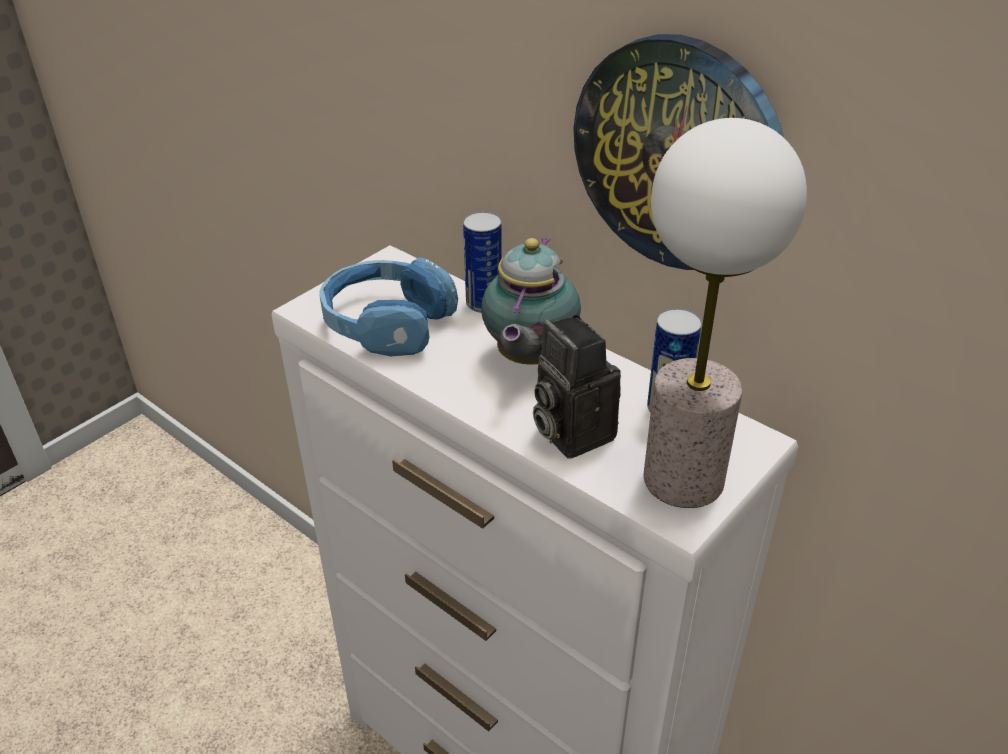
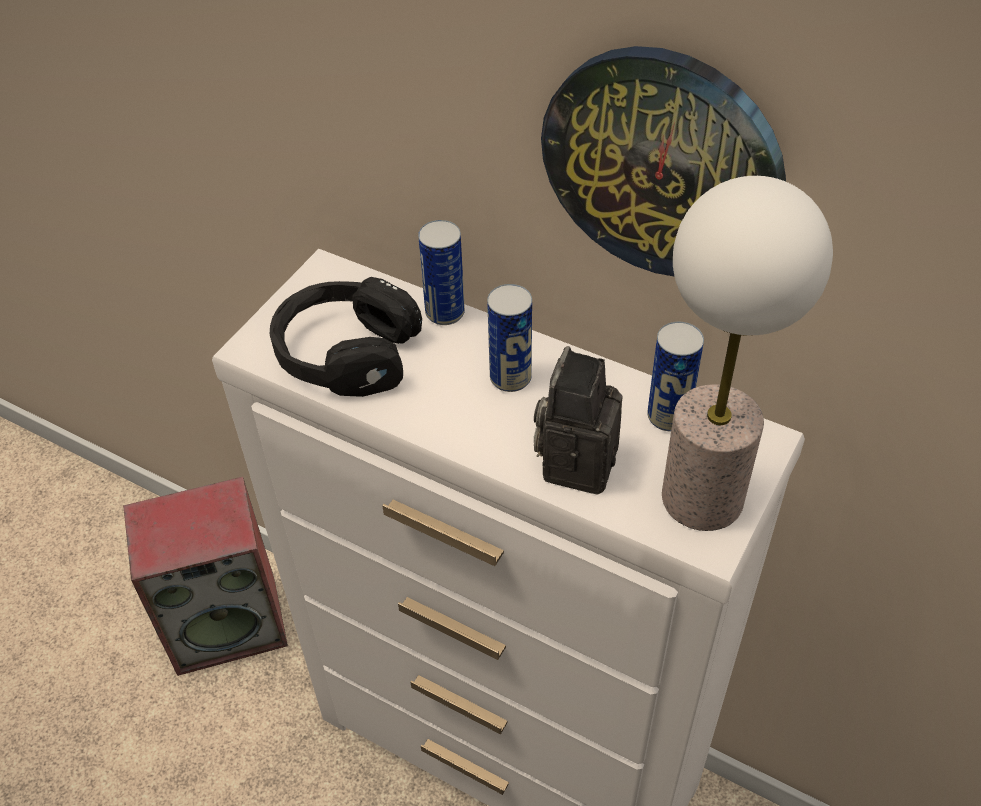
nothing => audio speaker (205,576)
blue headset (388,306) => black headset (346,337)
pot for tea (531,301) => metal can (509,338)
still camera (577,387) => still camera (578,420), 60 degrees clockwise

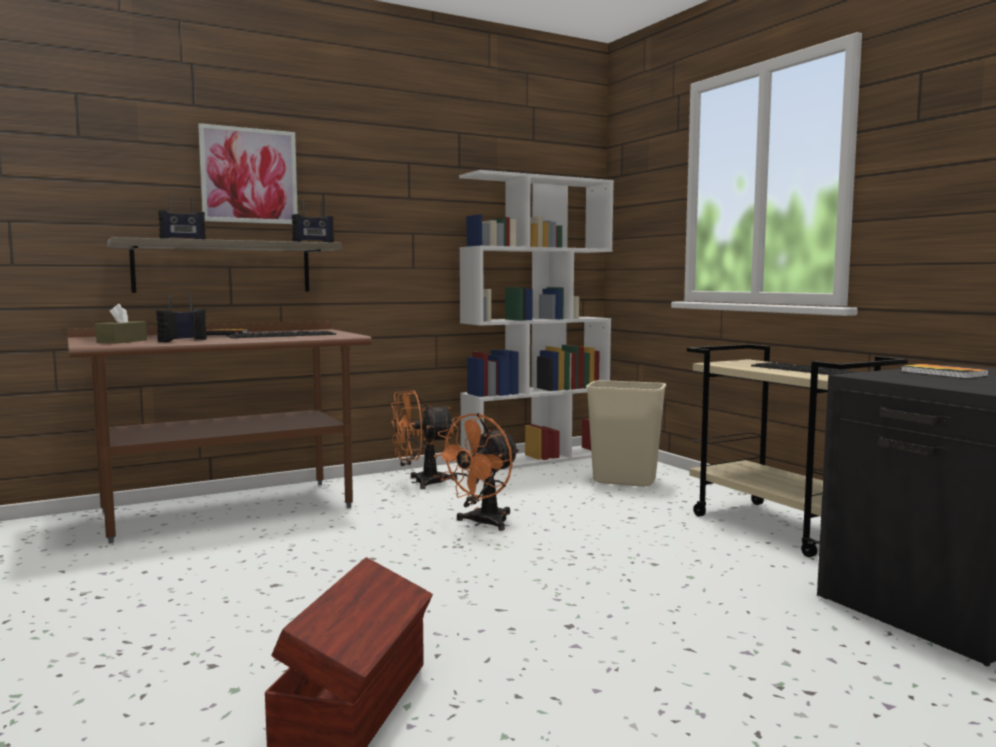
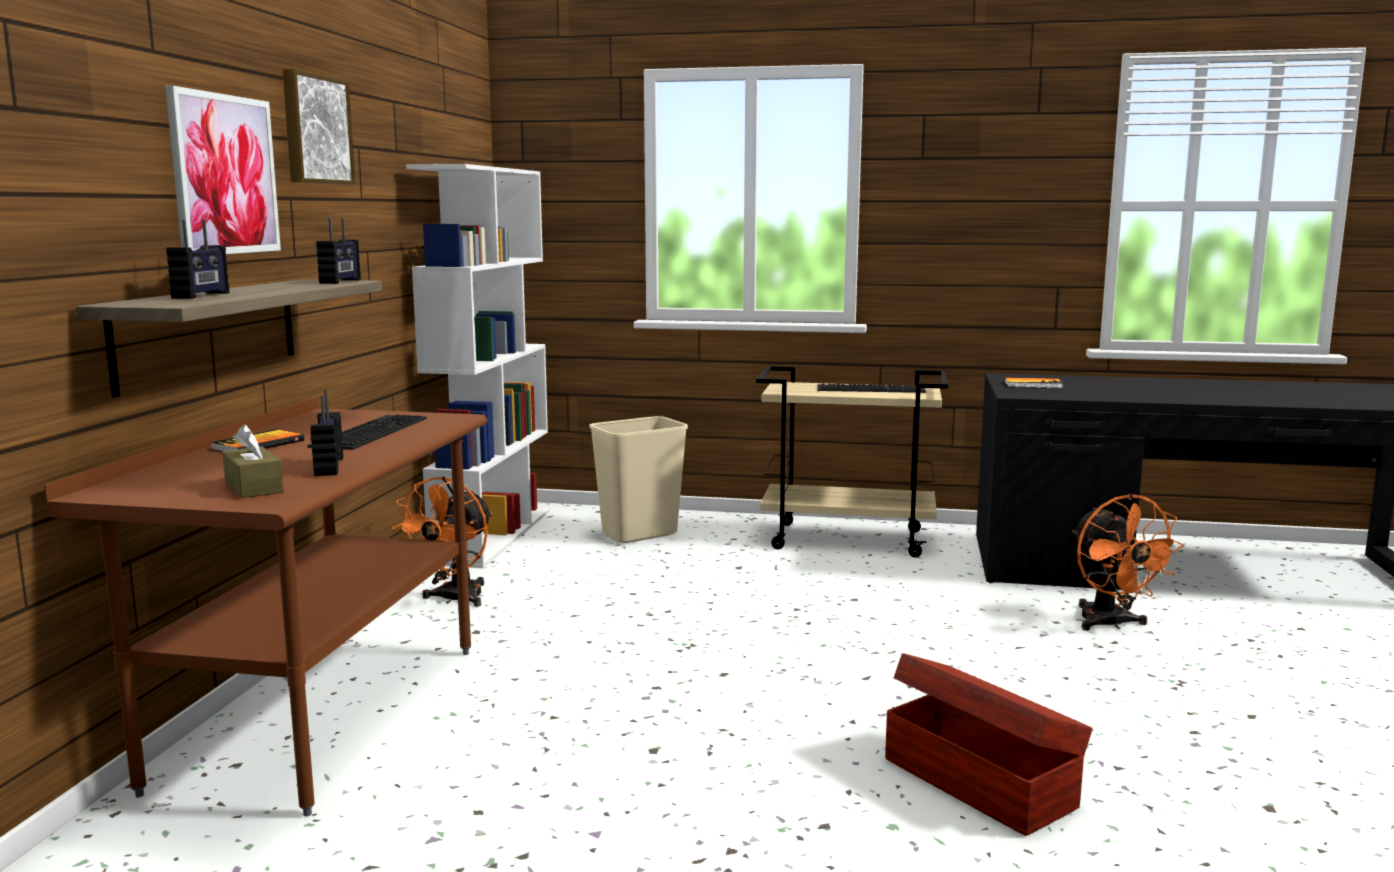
nothing => wall art (318,127)
orange-coloured fan (476,472) => orange-coloured fan (1128,562), move

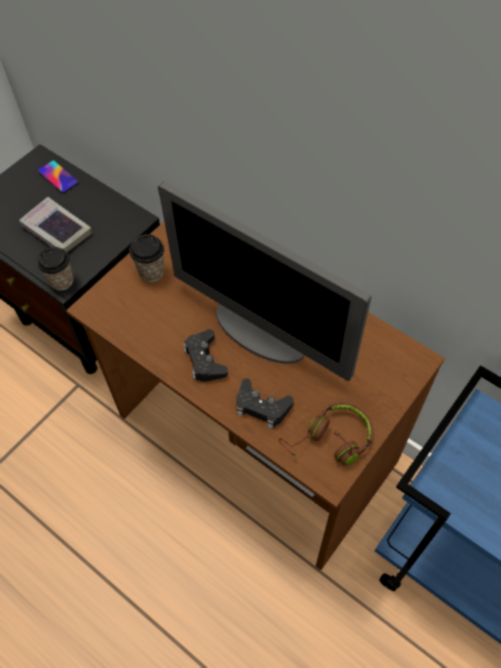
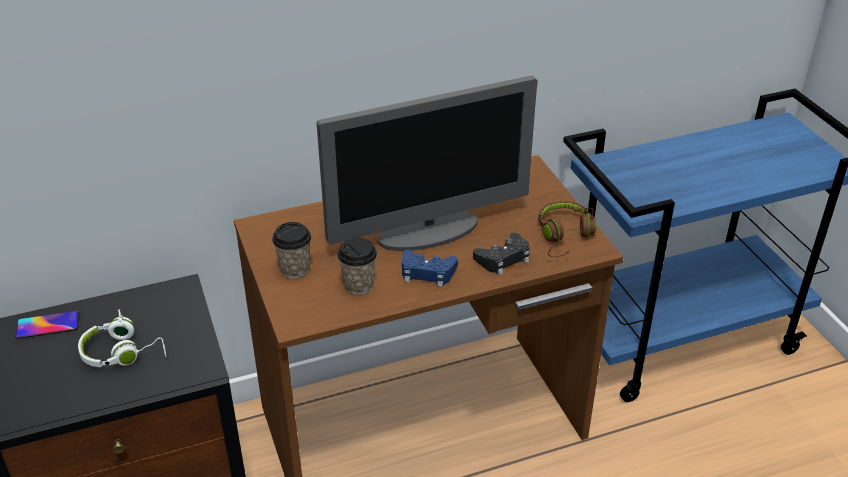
bound book (55,224) => whitish headset (122,338)
small cup (56,268) => small cup (357,266), move
black joypad (205,355) => blue joypad (430,268)

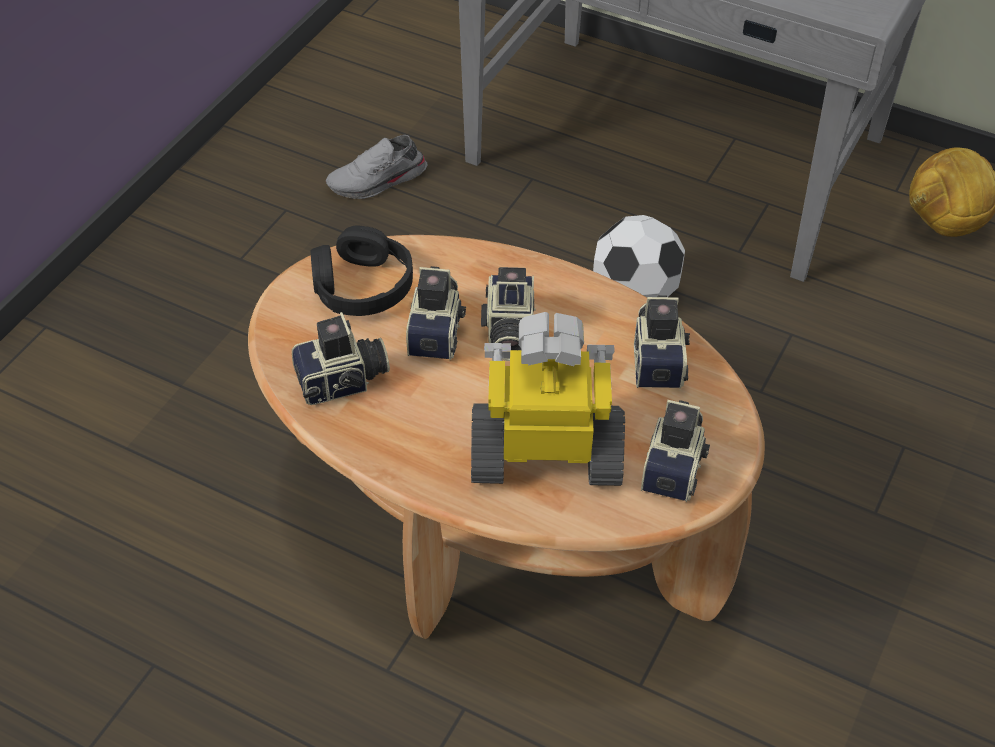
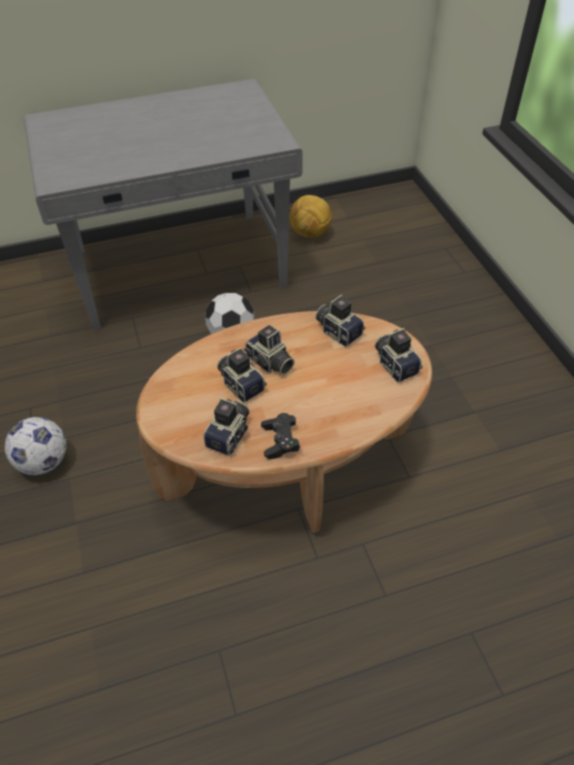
nothing => football ball (36,446)
nothing => black joypad (280,436)
black headset (361,271) => nothing
grey low shoe (377,167) => nothing
toy robot (548,399) => nothing

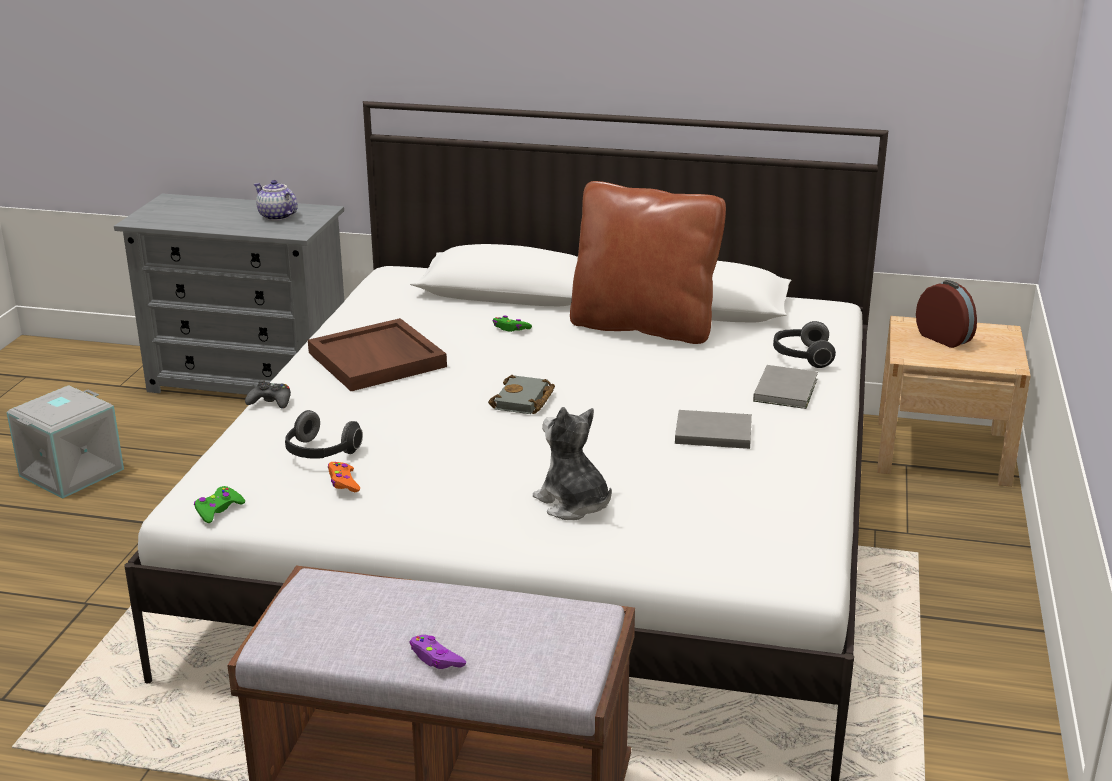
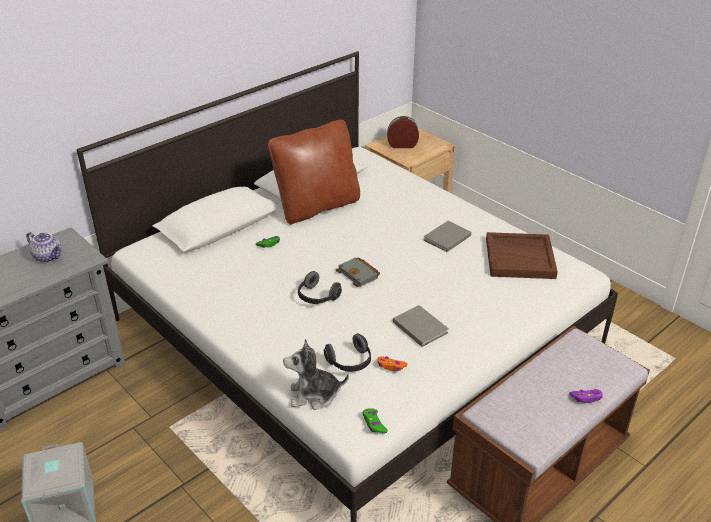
pot for tea (275,200) => pot for tea (43,247), 135 degrees counterclockwise
cuddly toy (572,463) => cuddly toy (316,374), move
headset (804,344) => headset (320,287), move
grey bound book (785,387) => grey bound book (421,326), move
brown-coloured tray (377,354) => brown-coloured tray (522,255), move
black joypad (268,394) => nothing

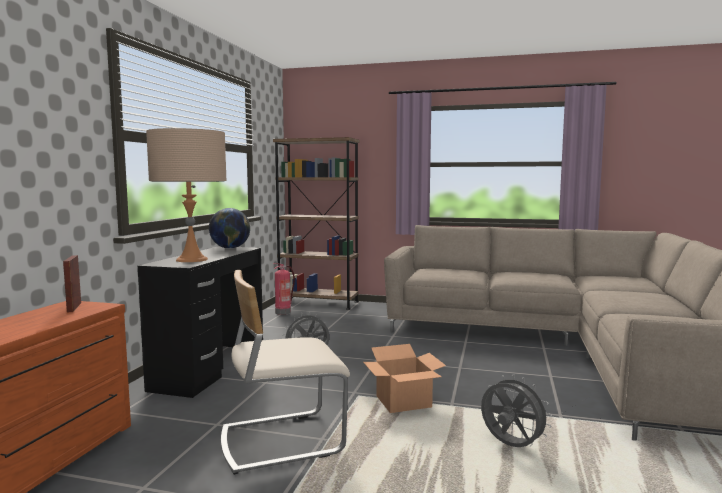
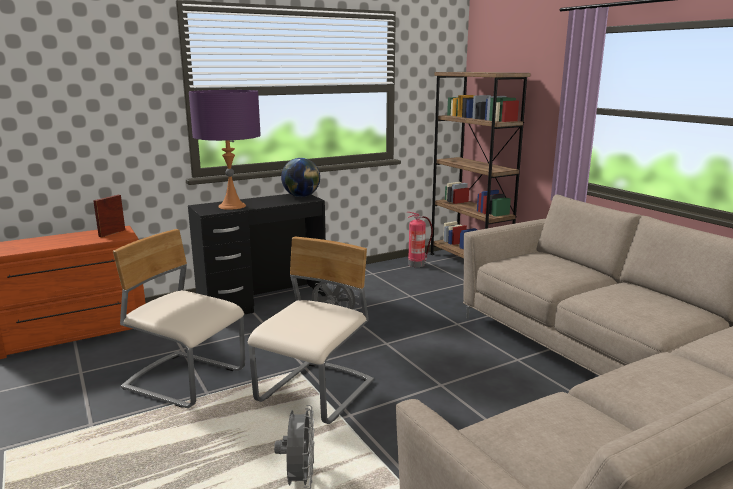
sand-coloured lamp for a table (186,195) => purple lamp for a table (225,150)
carton (404,378) => sand-coloured chair (311,330)

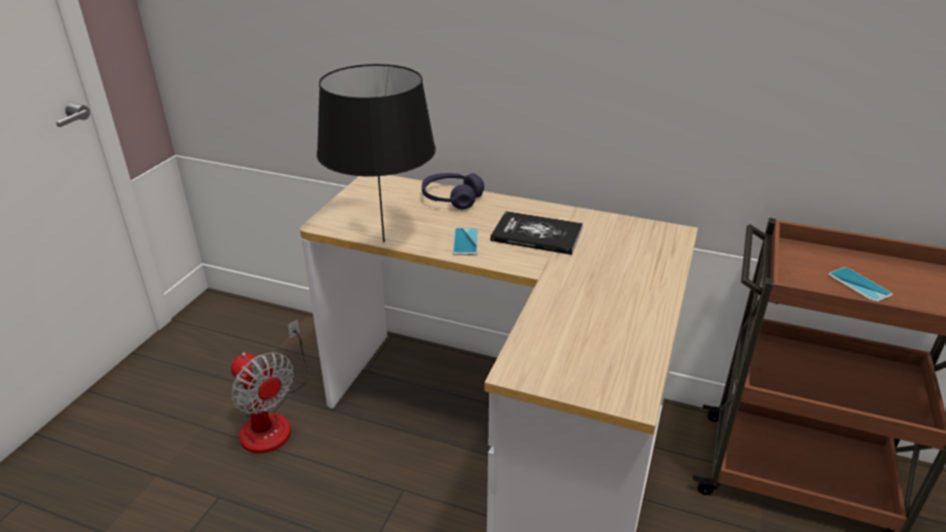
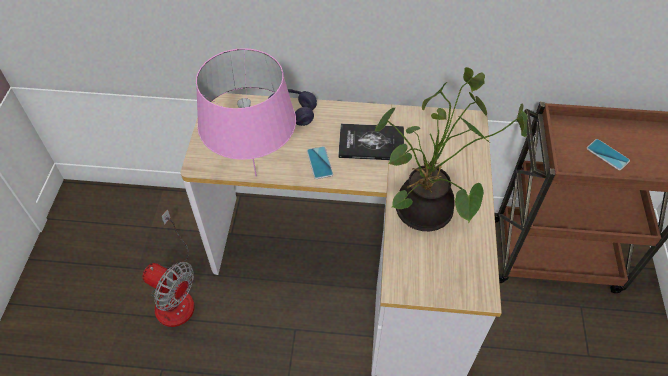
black lamp for a table (376,153) => pinkish lamp for a table (246,112)
nothing => plant in a pot (451,149)

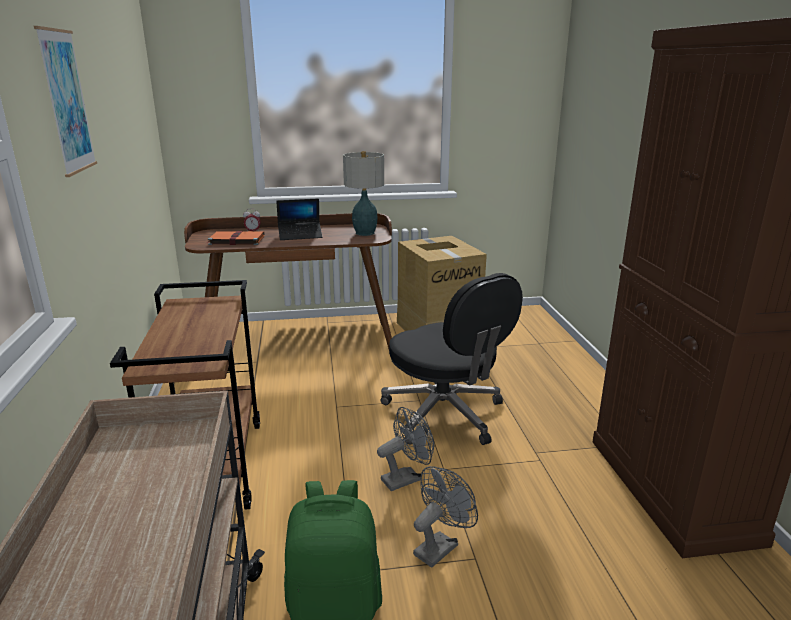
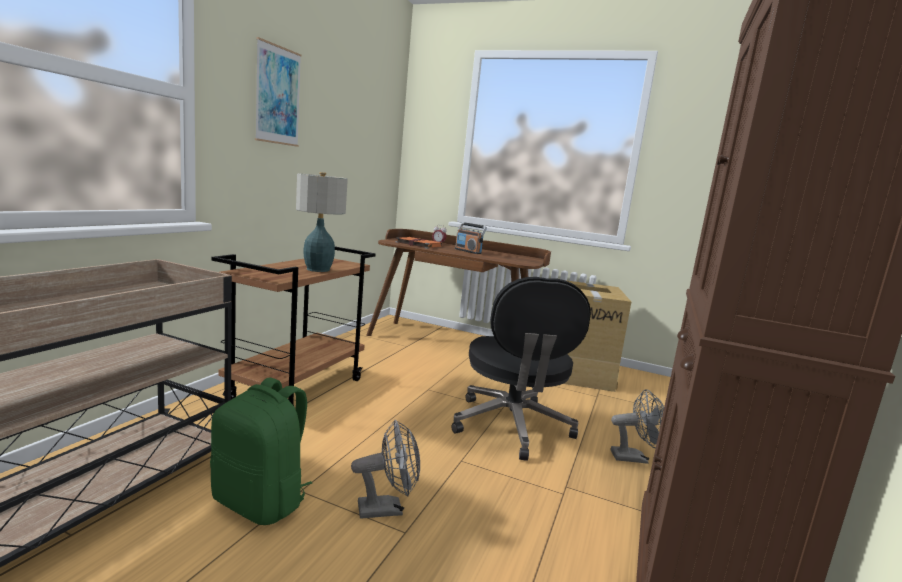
lamp for a table (363,193) => lamp for a table (322,222), move
laptop (299,219) => radio receiver (471,238)
grey fan (405,449) => grey fan (637,426), move

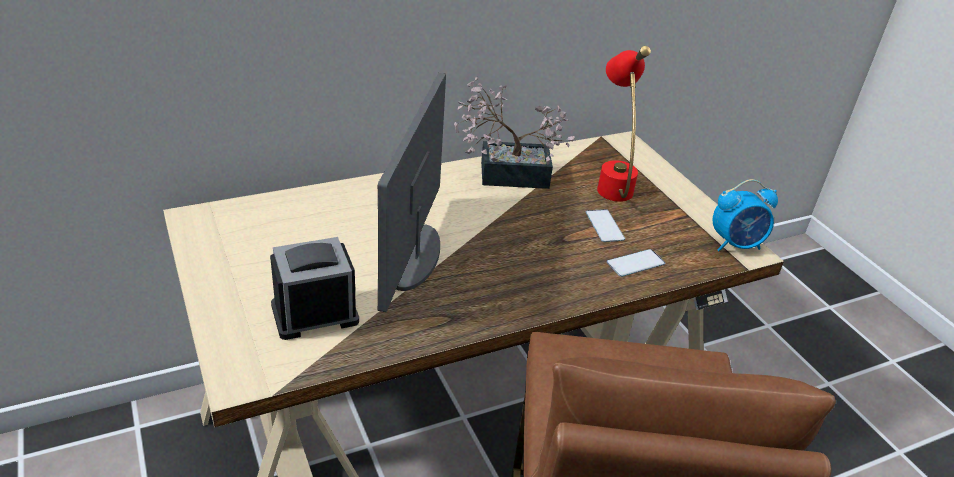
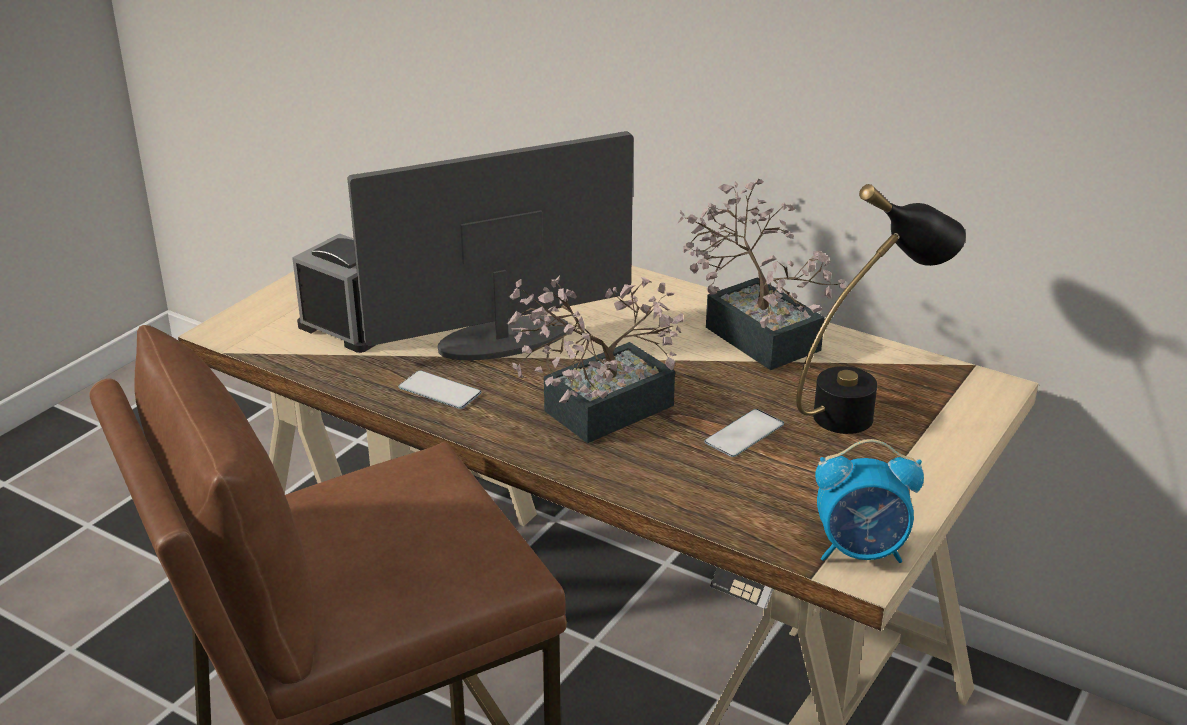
phone (636,263) => phone (440,390), move
nothing => plant in a pot (595,359)
red lamp for a table (624,124) => black lamp for a table (881,309)
table clock (745,215) => table clock (869,501), 45 degrees counterclockwise

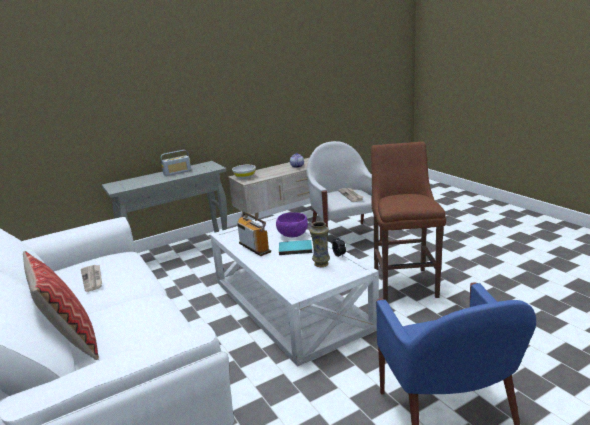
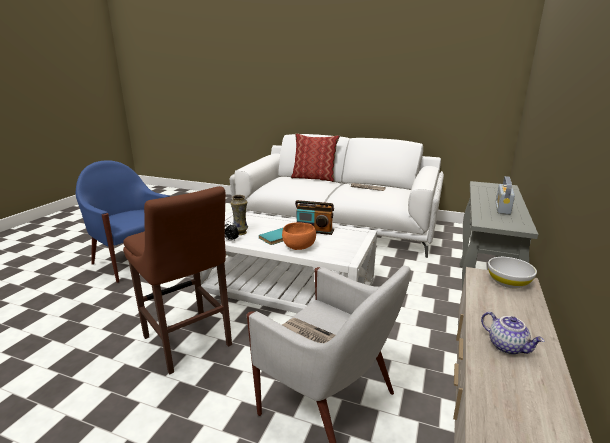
purple deep dish (292,224) => orange-coloured deep dish (299,236)

